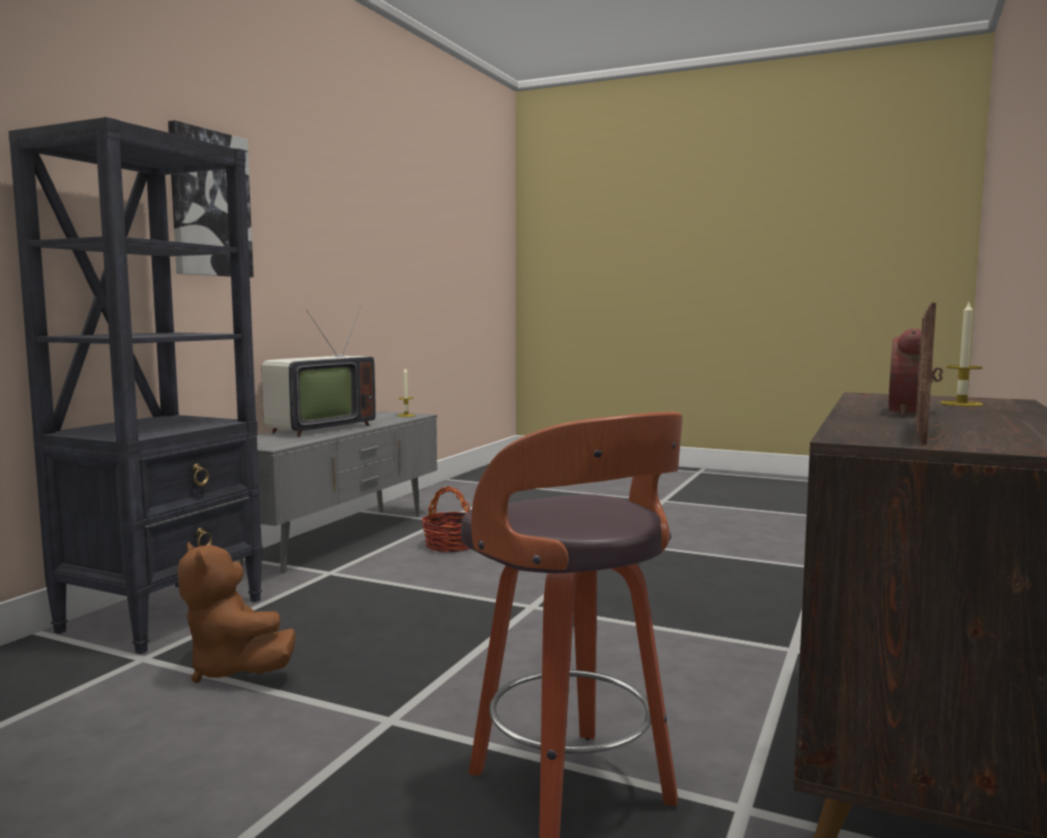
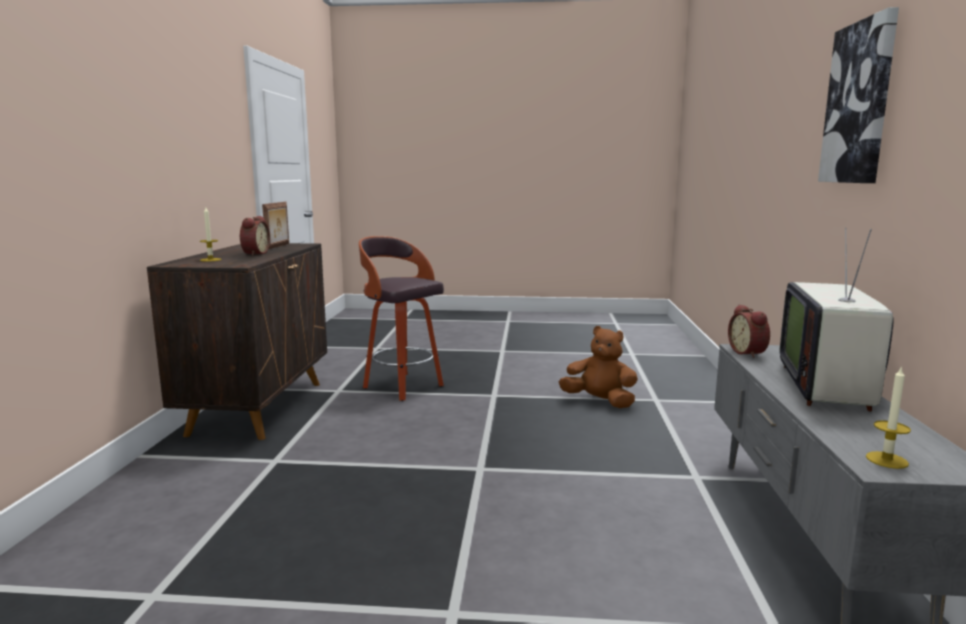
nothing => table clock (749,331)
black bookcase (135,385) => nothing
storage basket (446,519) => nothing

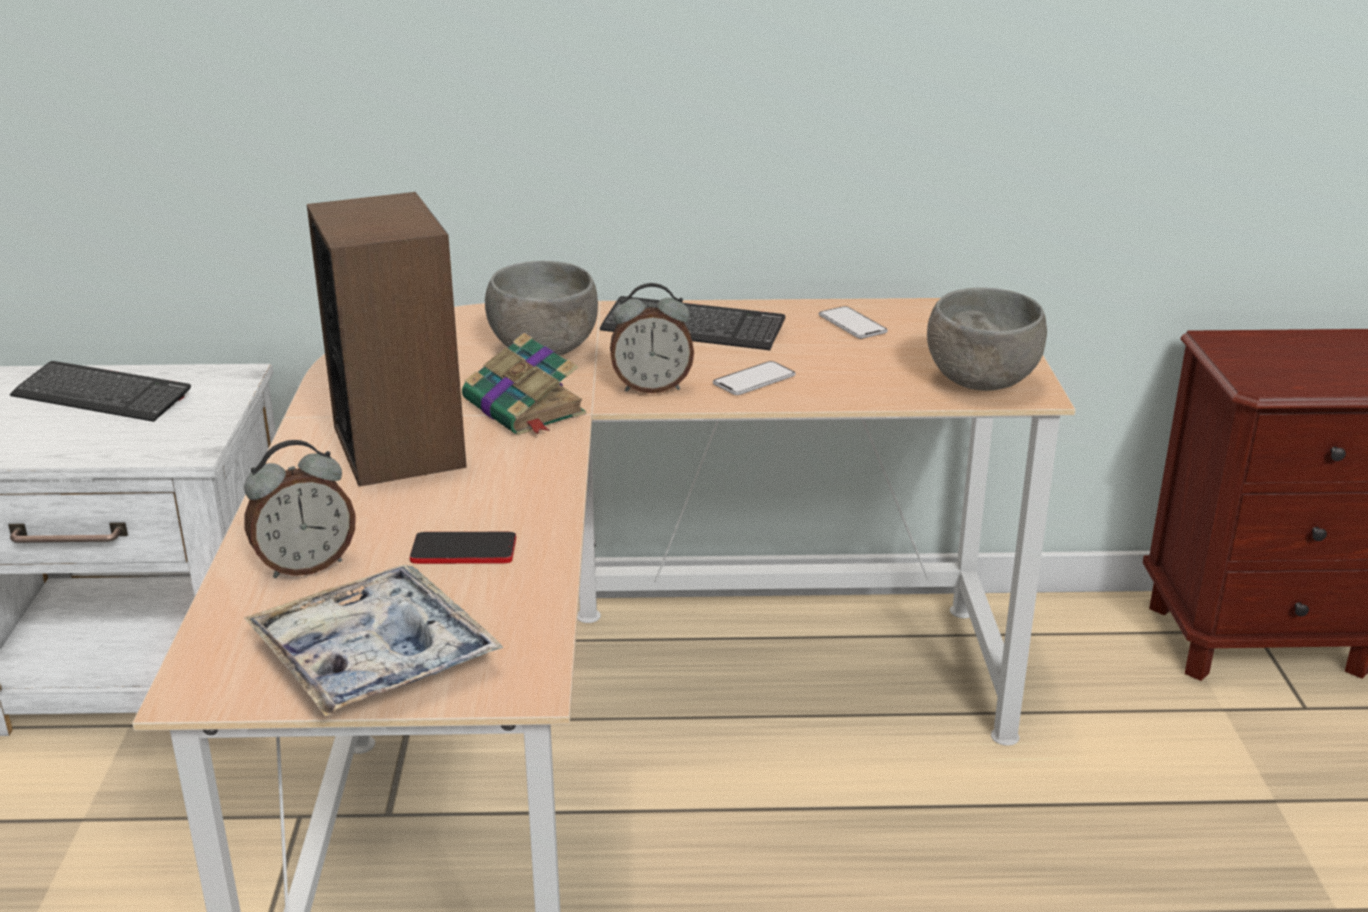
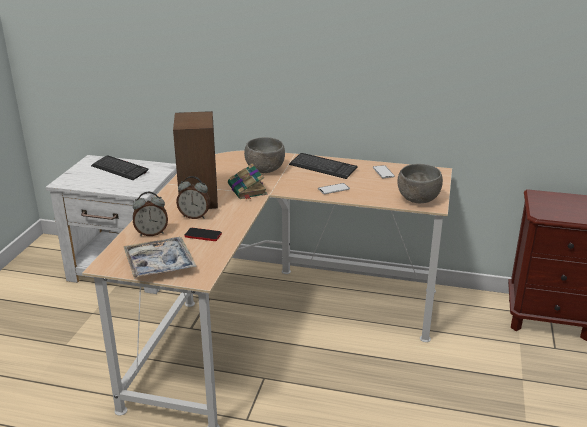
table clock (652,338) => table clock (193,197), move

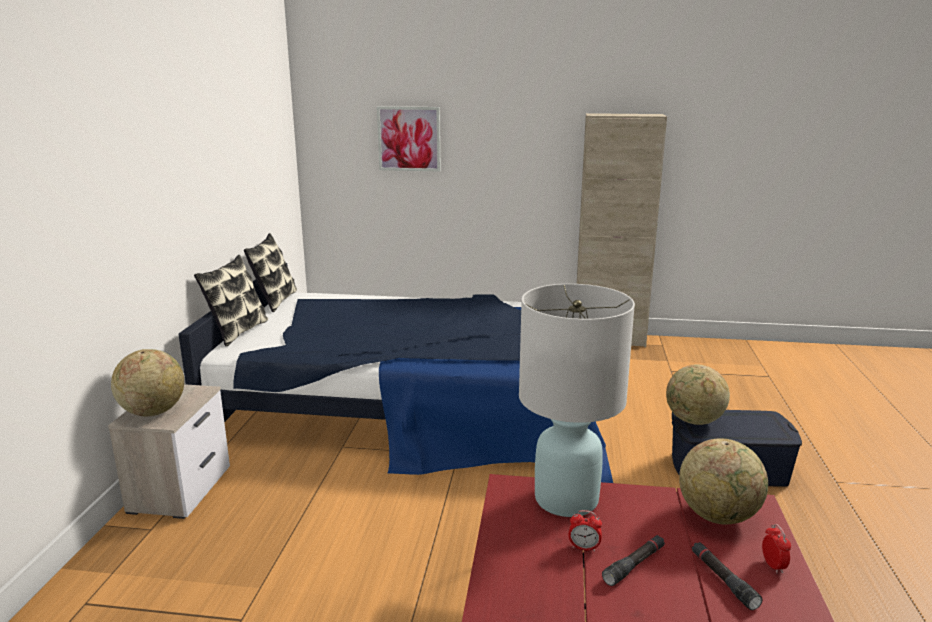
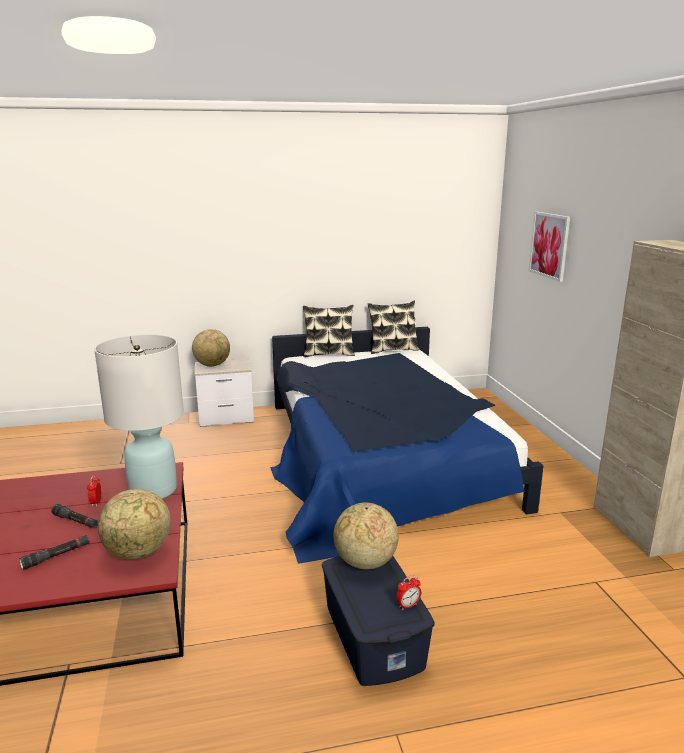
table clock (776,549) => table clock (408,592), move

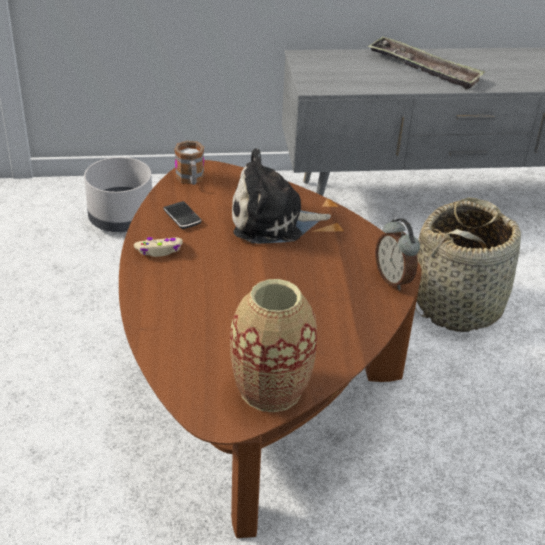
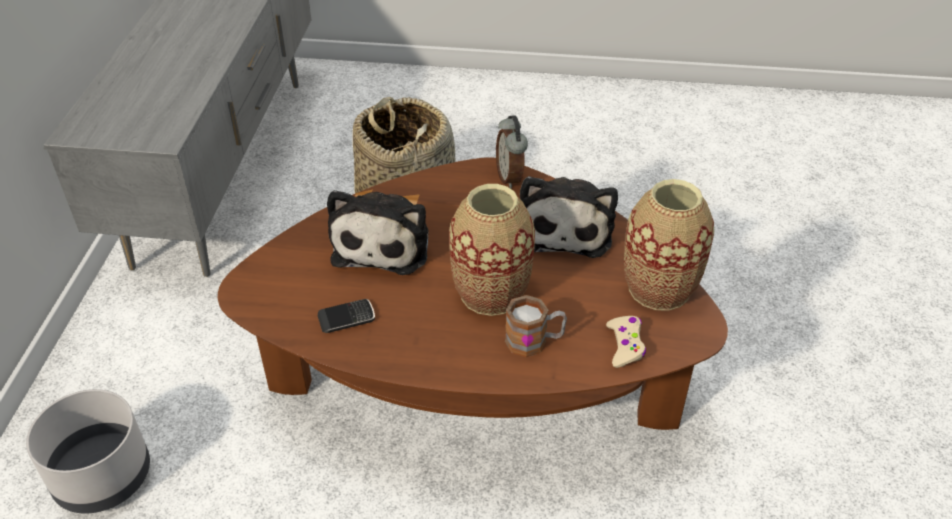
nothing => decorative vase (492,250)
table clock (397,254) => table clock (512,152), 90 degrees clockwise
tea mug (189,163) => tea mug (536,326), move
nothing => cuddly toy (569,217)
sand-coloured joypad (158,247) => sand-coloured joypad (626,342), move
tray (426,63) => nothing

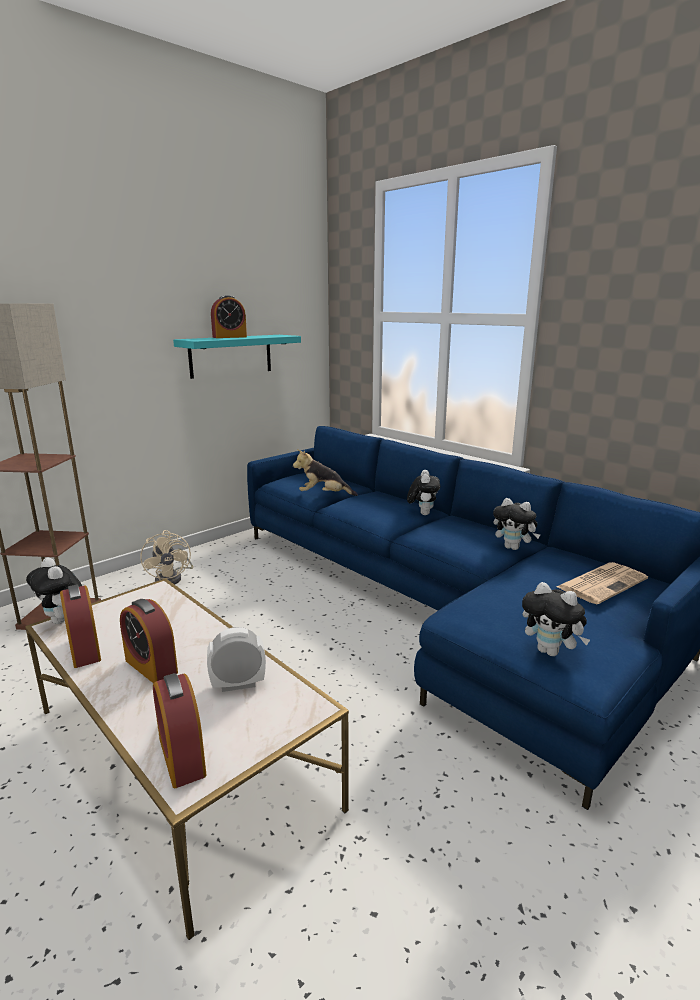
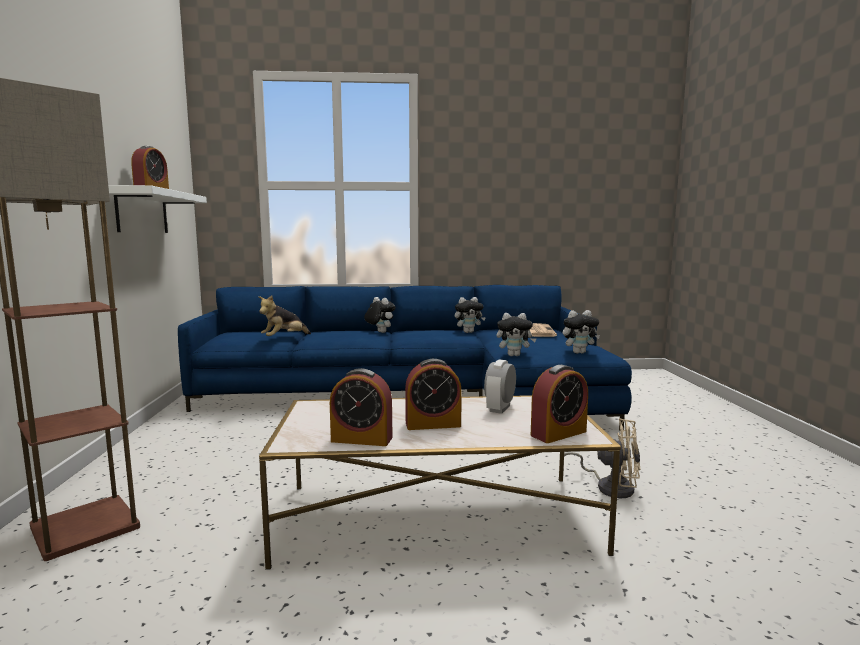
turquoise-coloured bracket shelf (237,357) => whitish bracket shelf (157,209)
cuddly toy (54,590) => cuddly toy (517,334), move
table clock (179,730) => table clock (559,404), 45 degrees counterclockwise
sand-coloured fan (166,557) => sand-coloured fan (602,458), move

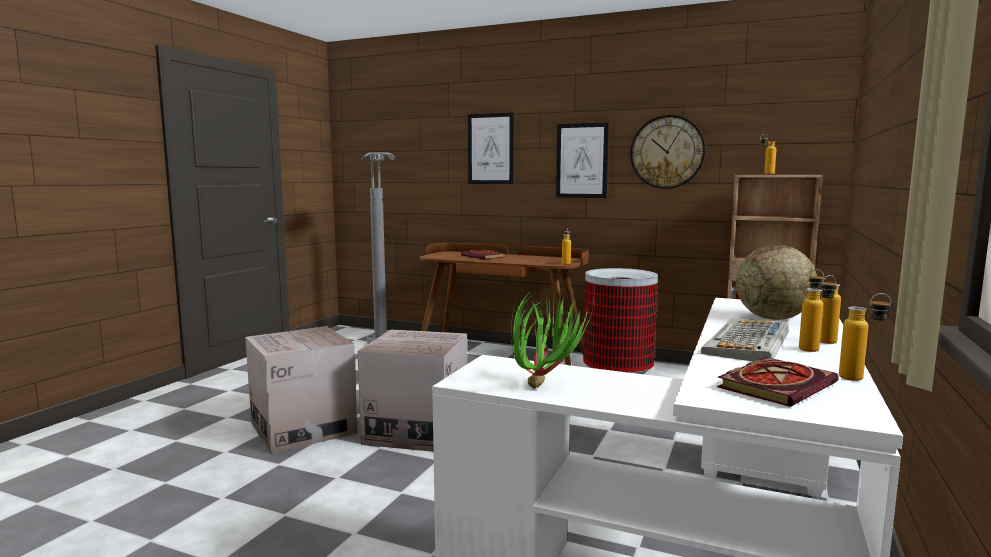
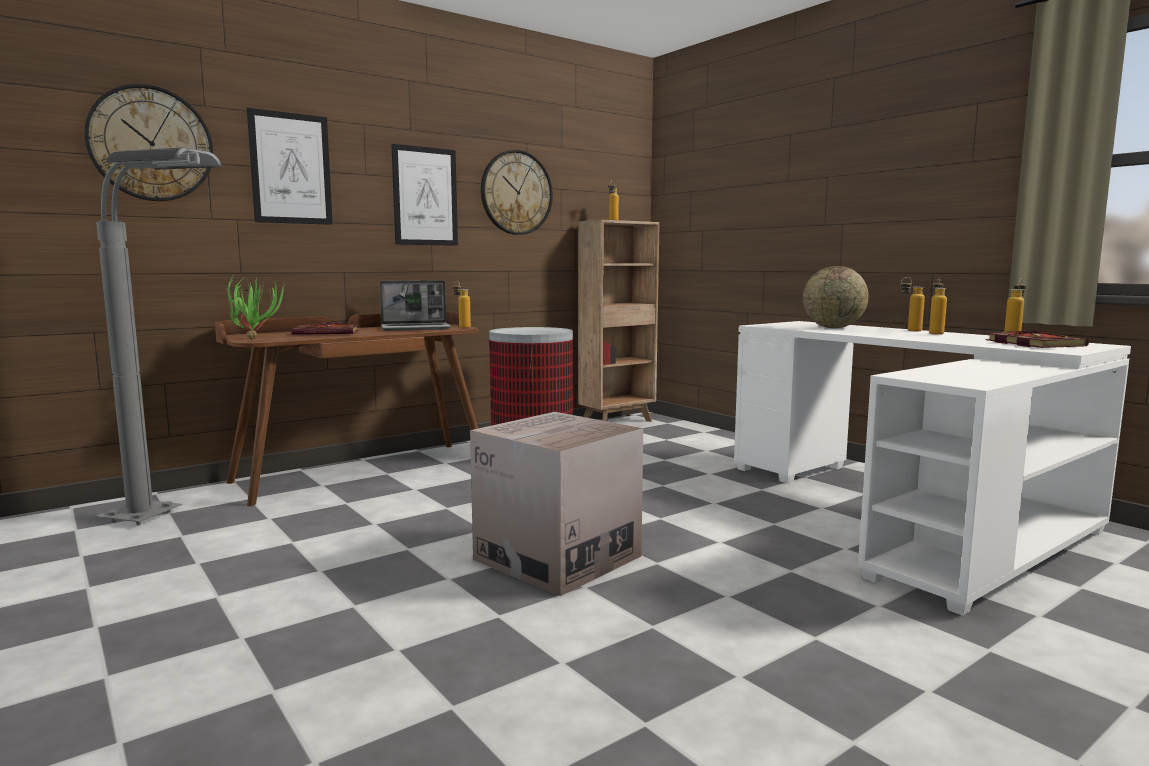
nothing => wall clock (148,142)
plant in a pot (551,337) => plant in a pot (255,306), move
nothing => laptop (415,305)
carton (301,390) => nothing
PC keyboard (745,340) => nothing

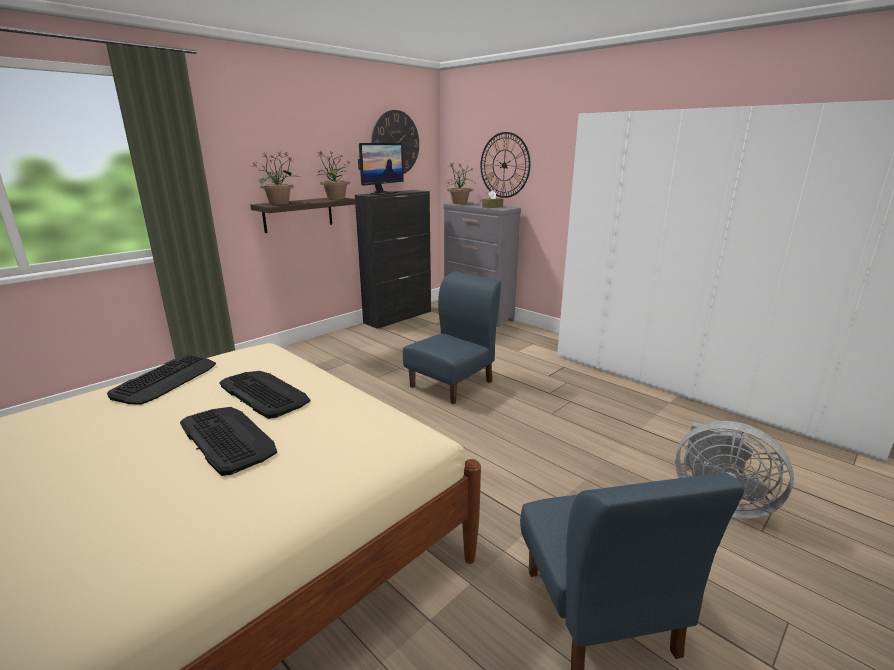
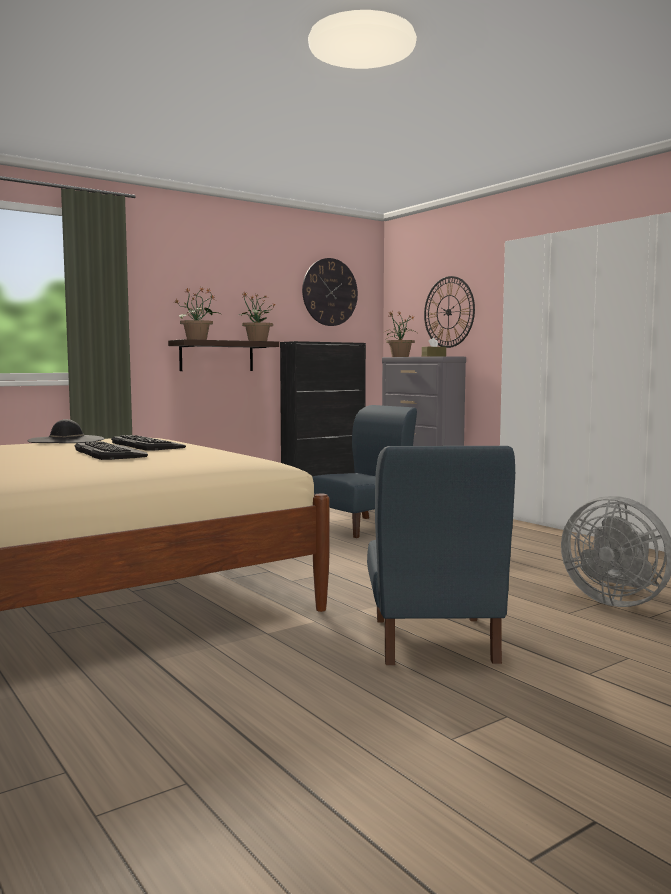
PC keyboard (161,380) => black hat (66,431)
computer screen (381,169) => nothing

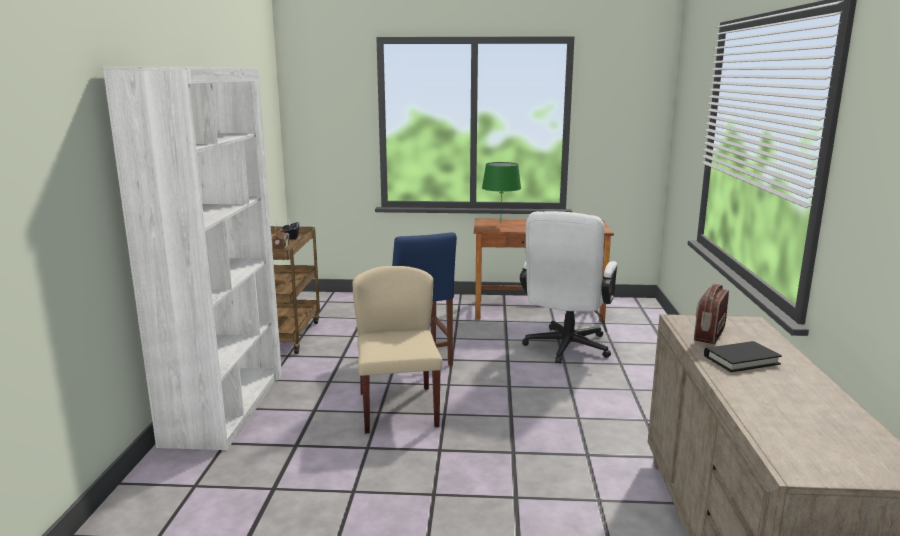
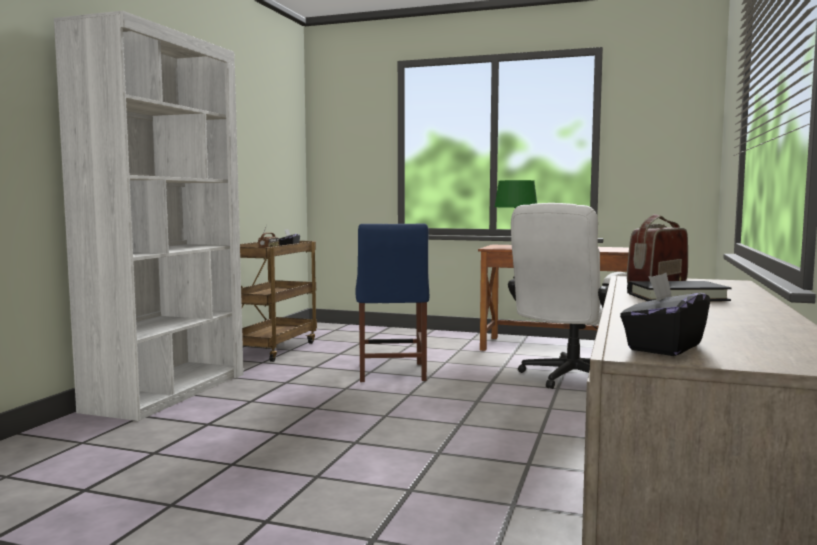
nothing => black tissue box (665,314)
sand-coloured chair (397,350) => nothing

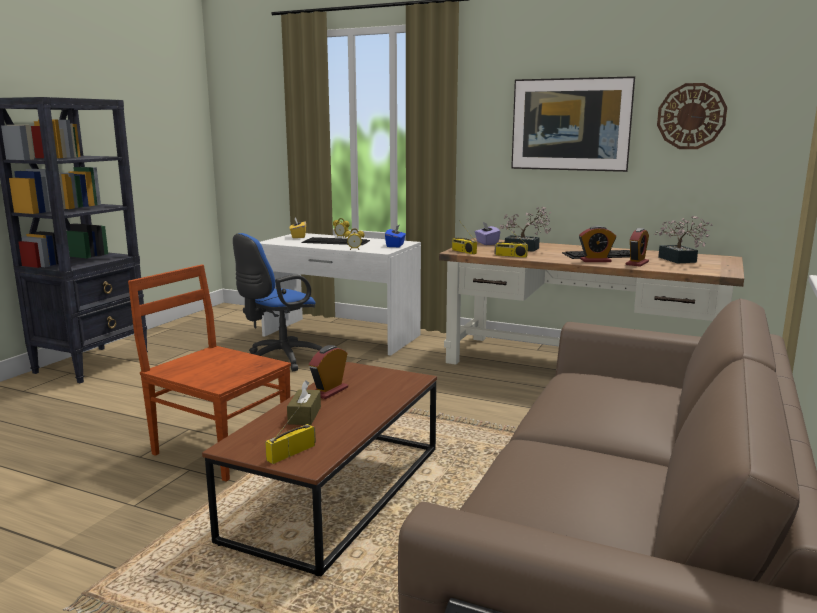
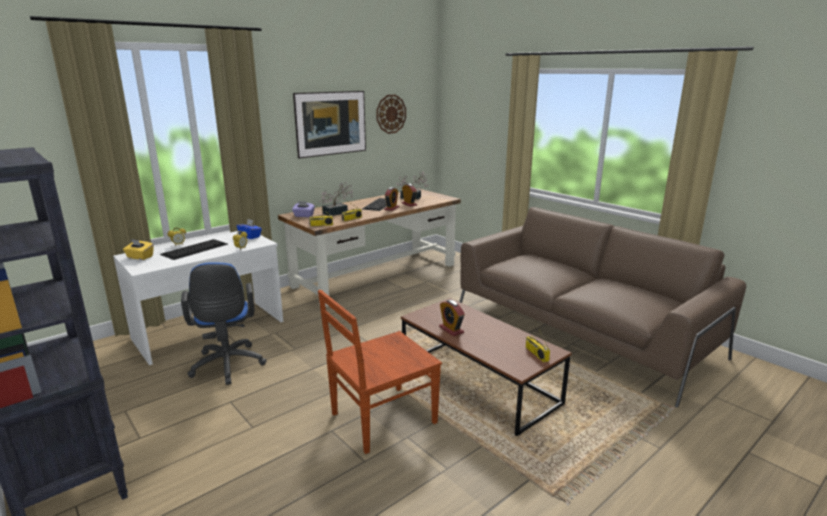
brown-coloured tissue box (304,402) => nothing

